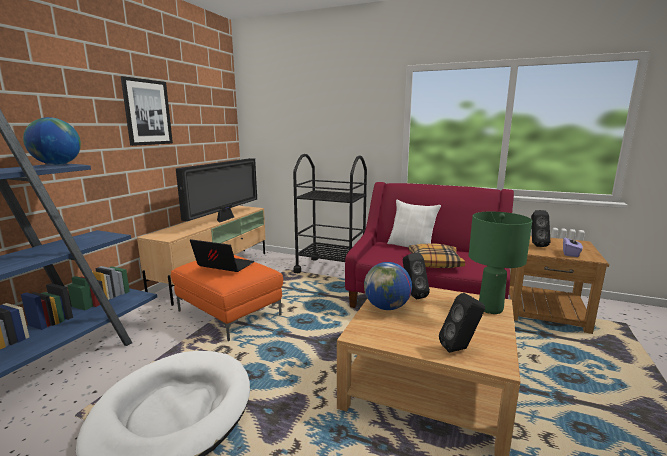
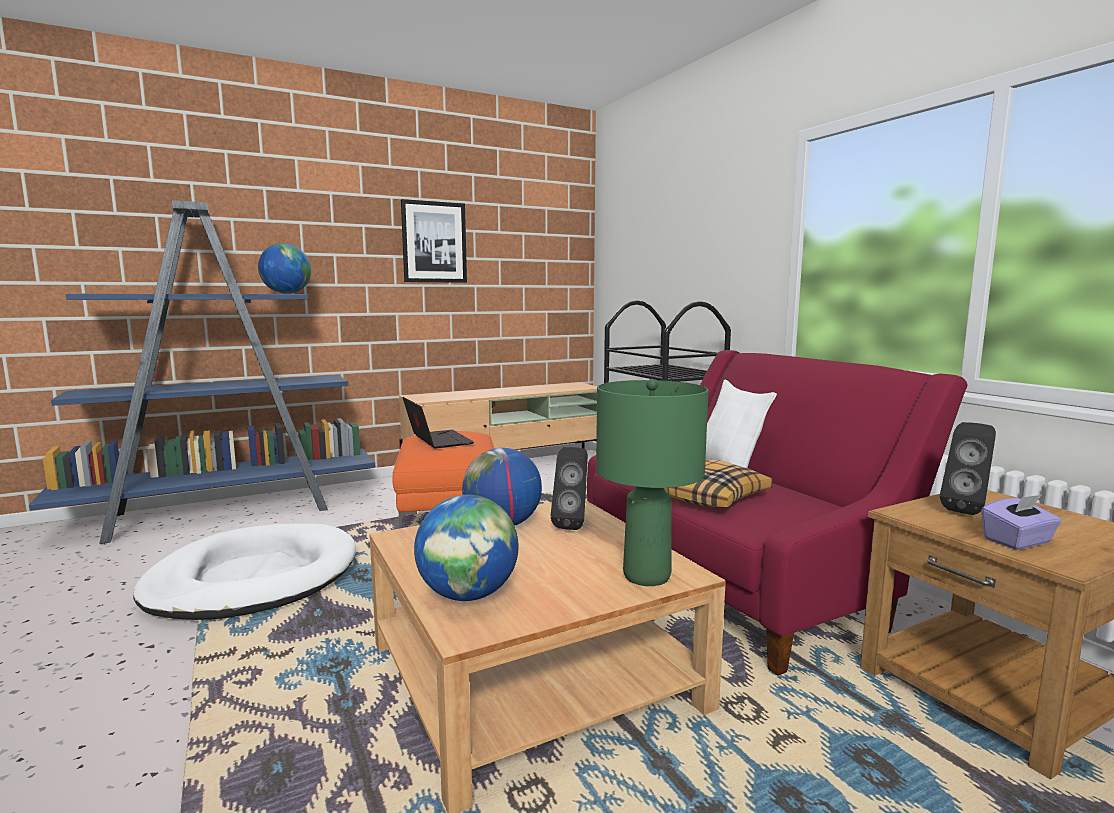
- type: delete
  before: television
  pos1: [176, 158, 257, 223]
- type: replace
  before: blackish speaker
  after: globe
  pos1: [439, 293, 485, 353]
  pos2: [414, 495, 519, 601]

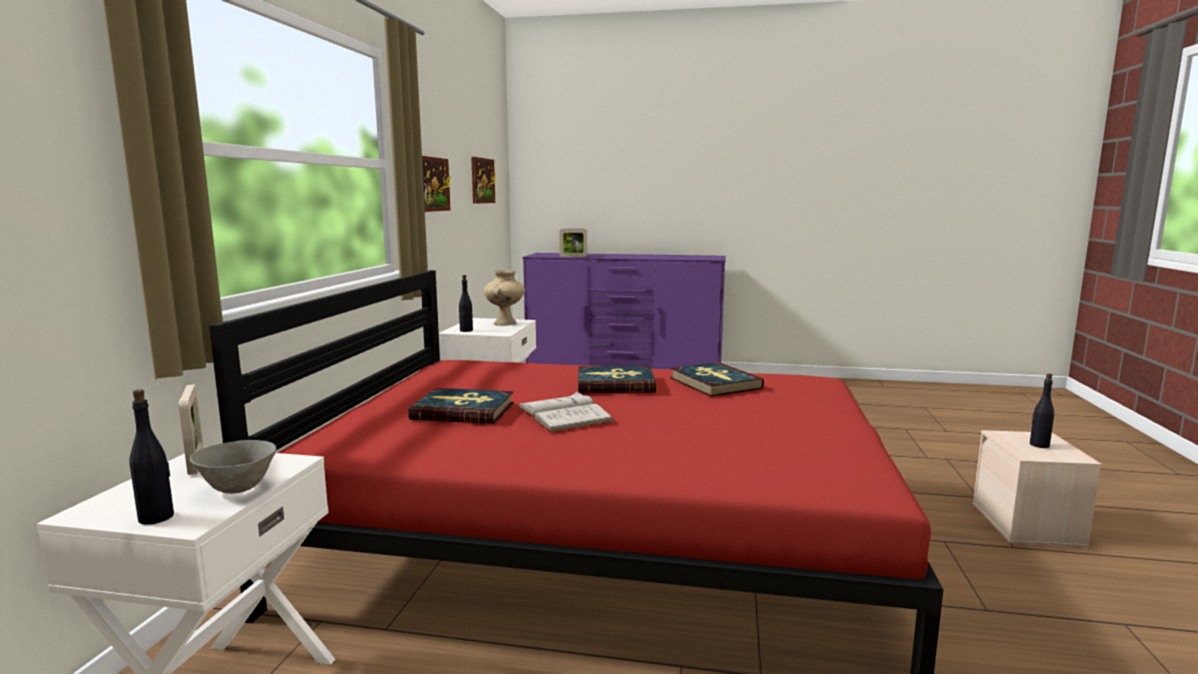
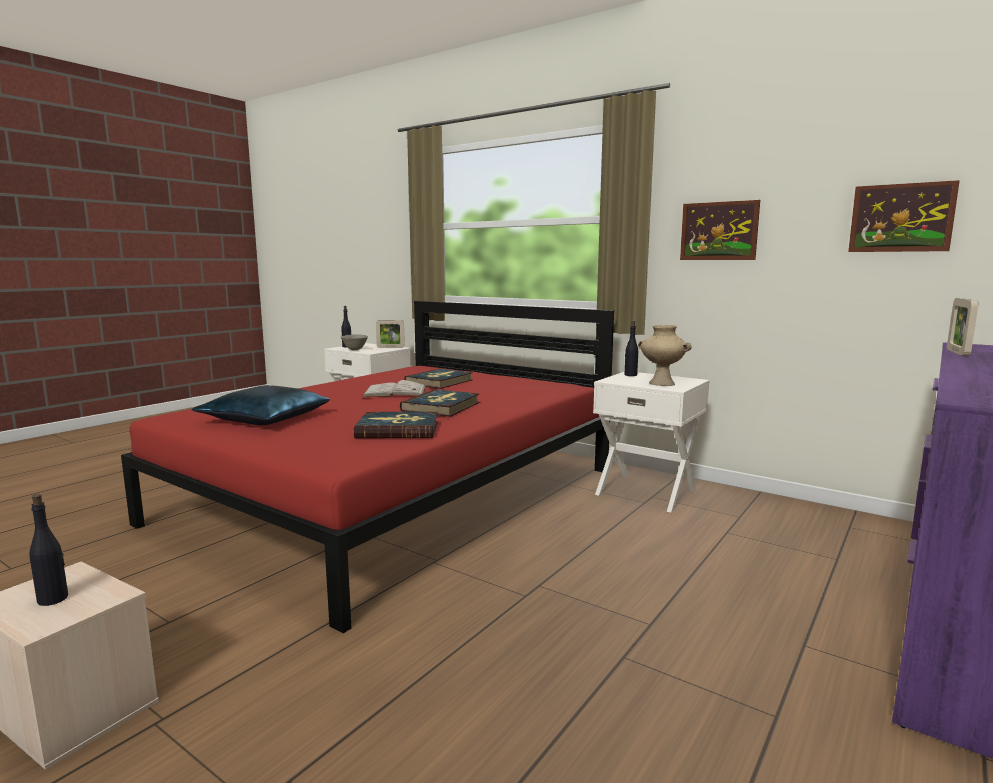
- type: insert
  after: blue pillow
  pos2: [191, 385, 330, 425]

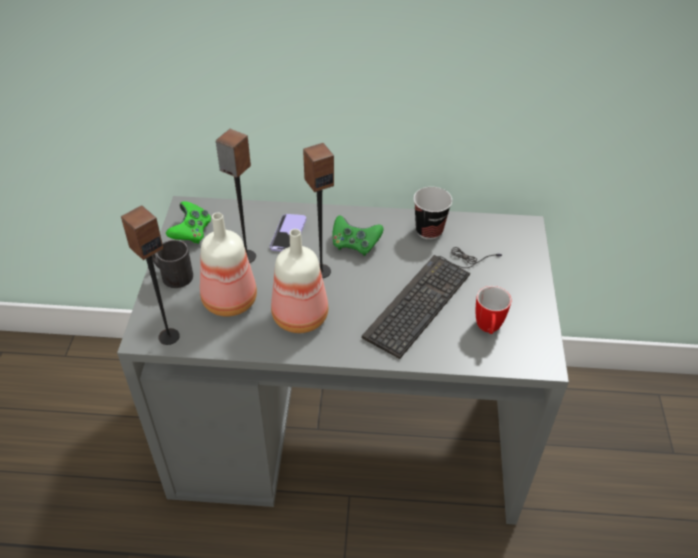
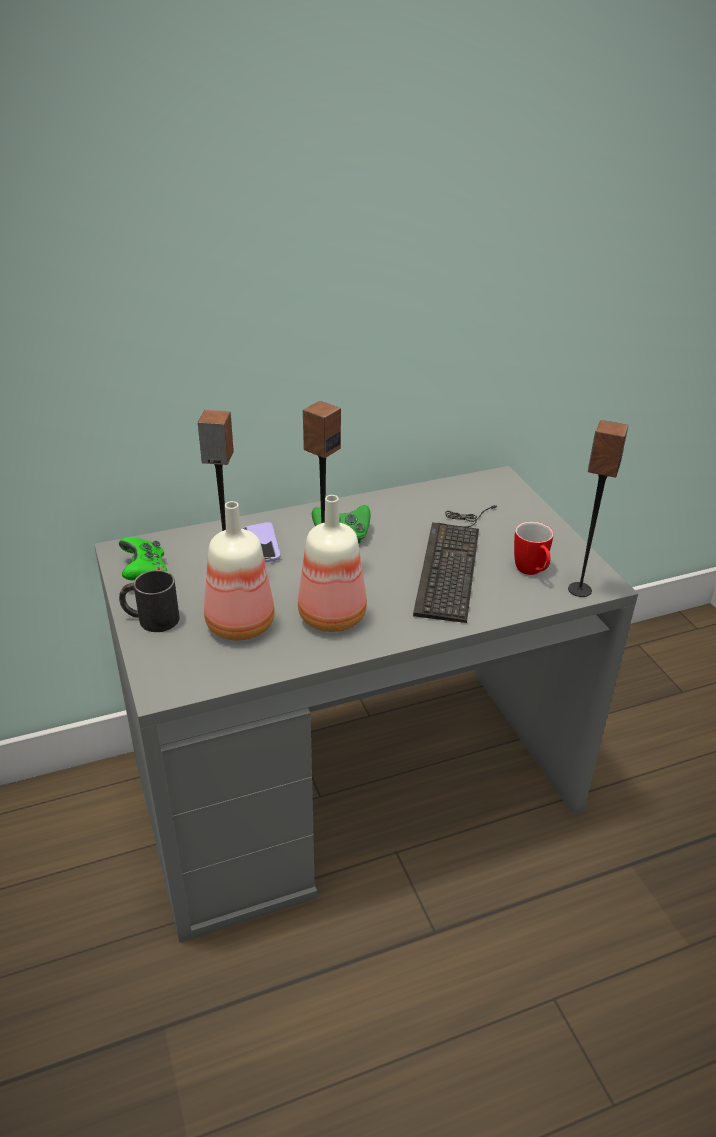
- type: delete
  before: cup
  pos1: [414, 187, 452, 240]
- type: move
  before: speaker
  pos1: [121, 205, 180, 345]
  pos2: [568, 420, 628, 597]

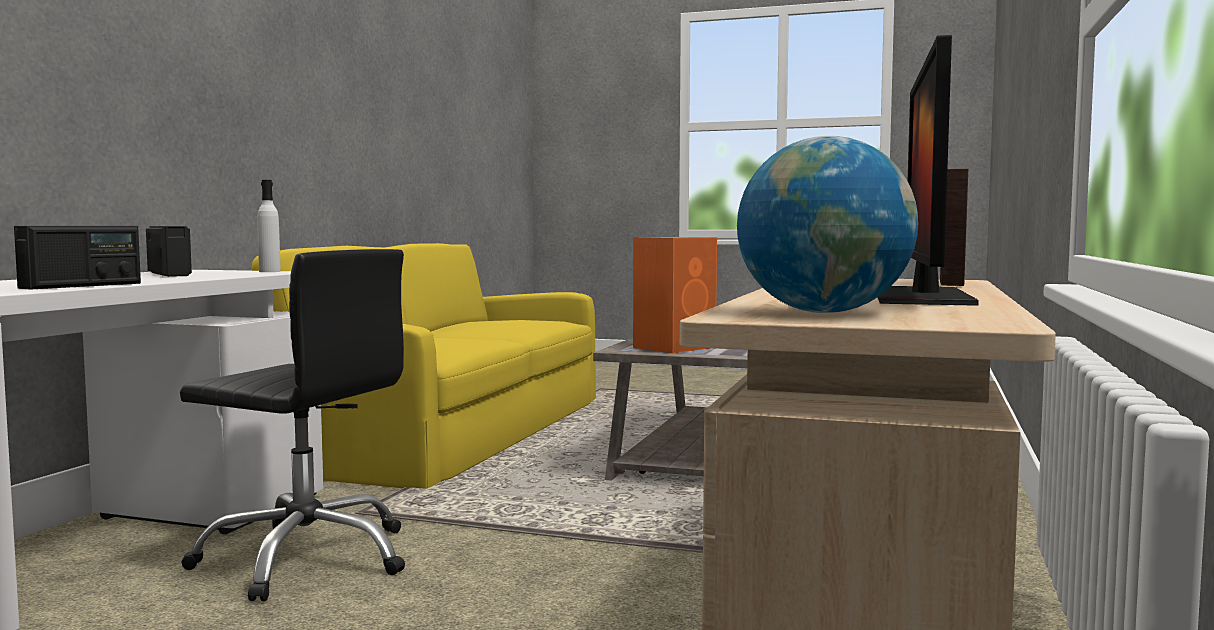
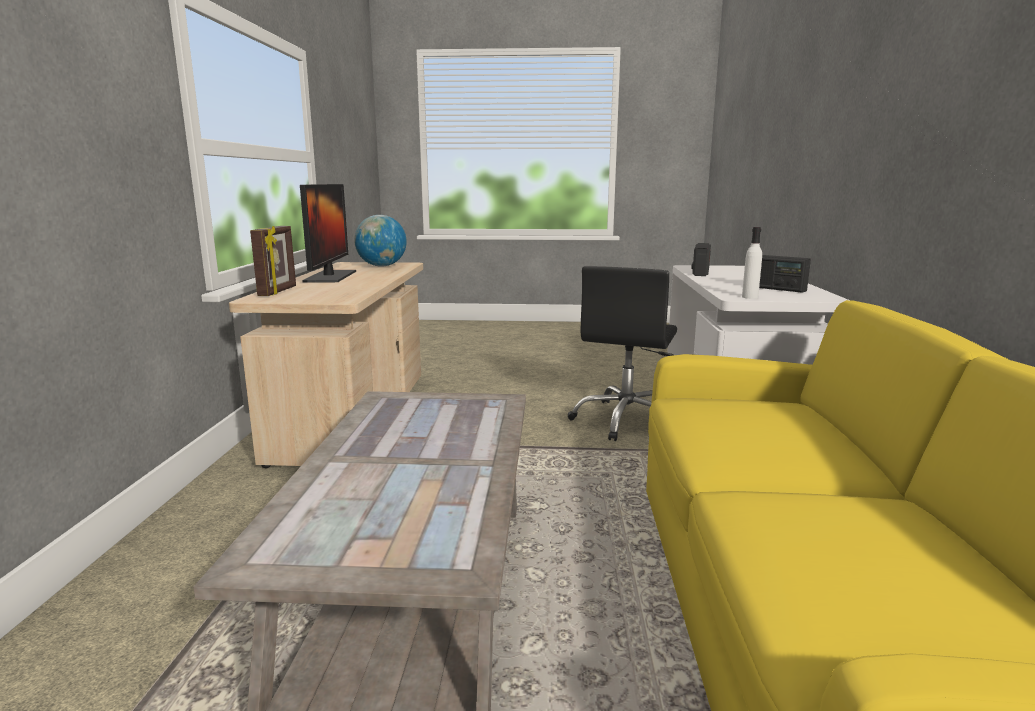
- type: delete
  before: orangey speaker
  pos1: [633, 237, 717, 353]
- type: rotate
  before: blackish desk chair
  pos1: [180, 249, 405, 602]
  pos2: [568, 266, 677, 441]
  turn: -75

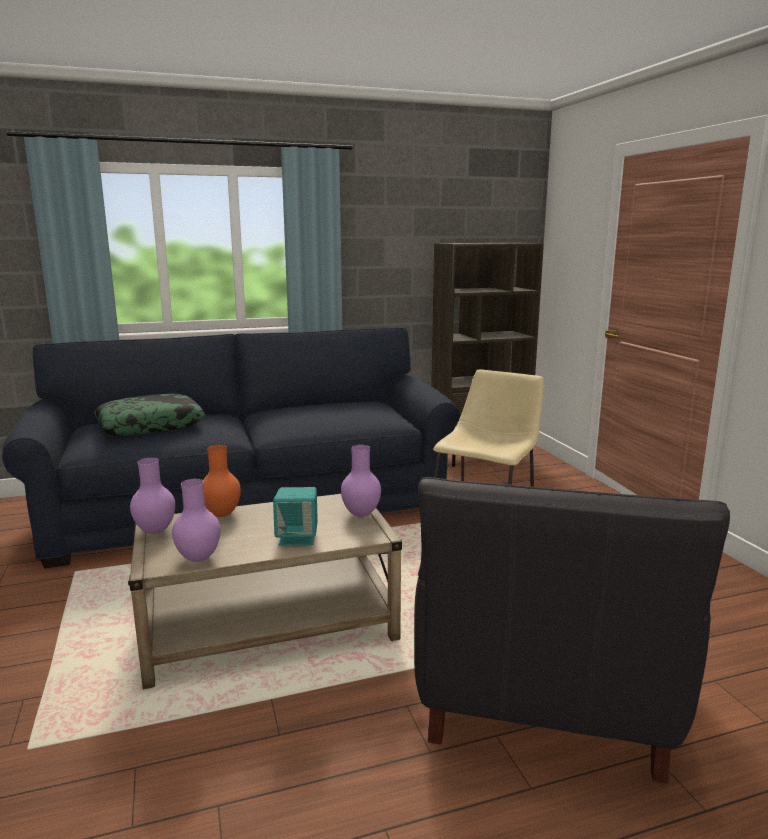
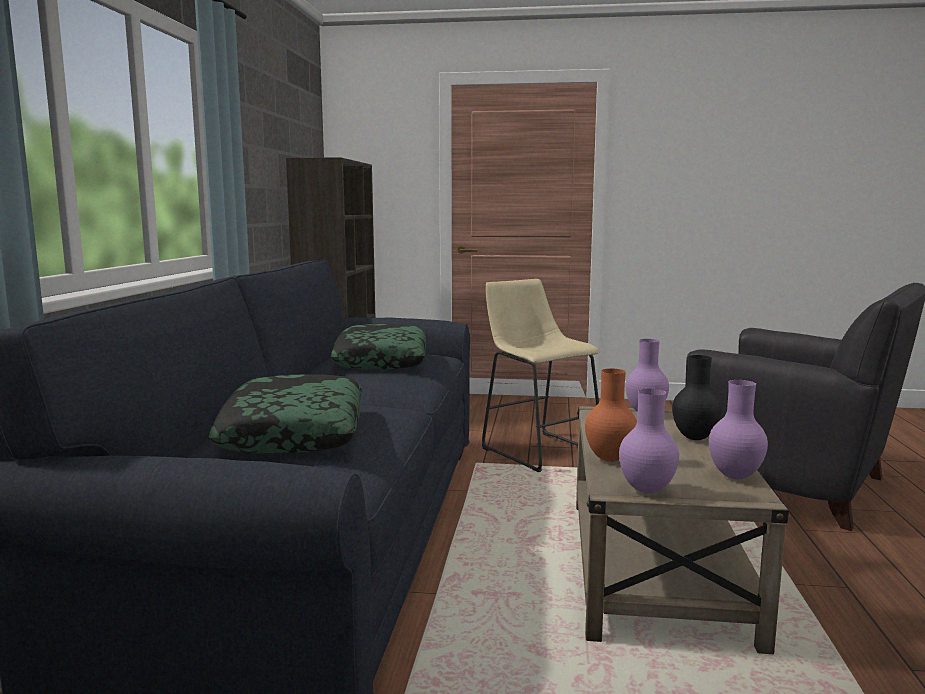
- type: insert
  after: pillow
  pos2: [331, 324, 426, 369]
- type: replace
  before: blue-green speaker
  after: blackish vase
  pos1: [273, 487, 318, 545]
  pos2: [672, 355, 722, 440]

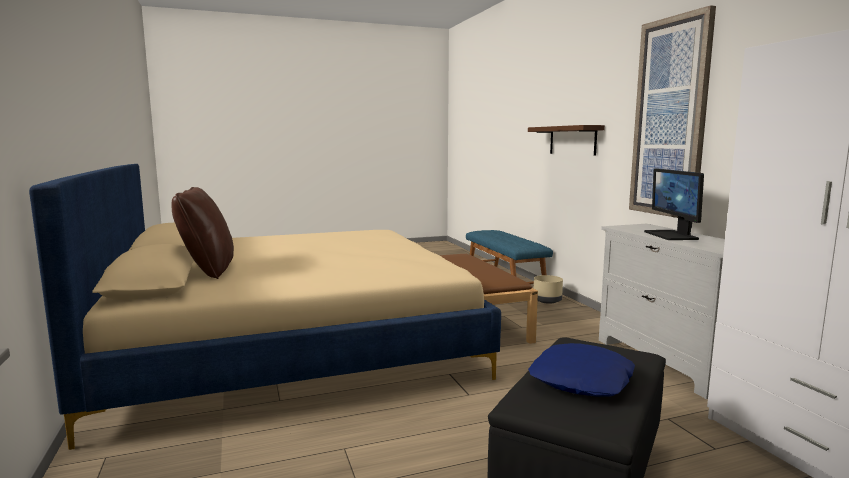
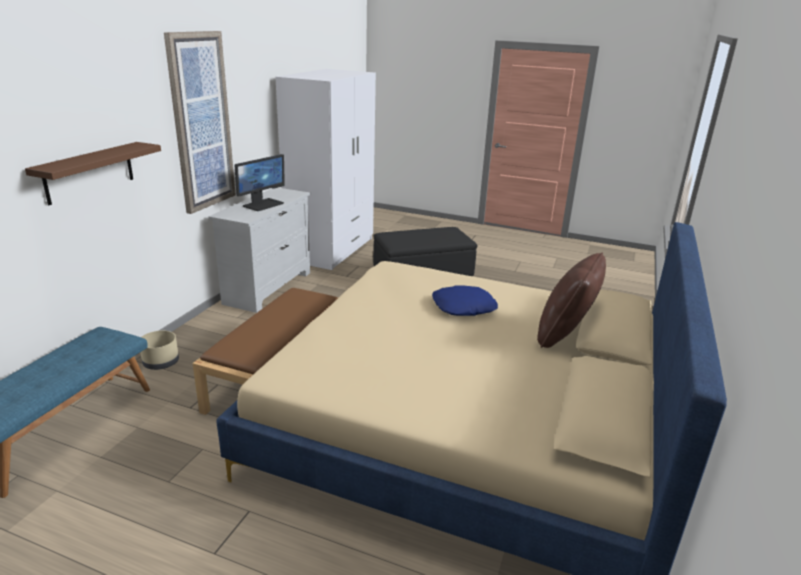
- type: move
  before: blue pillow
  pos1: [528, 343, 635, 397]
  pos2: [432, 285, 498, 316]

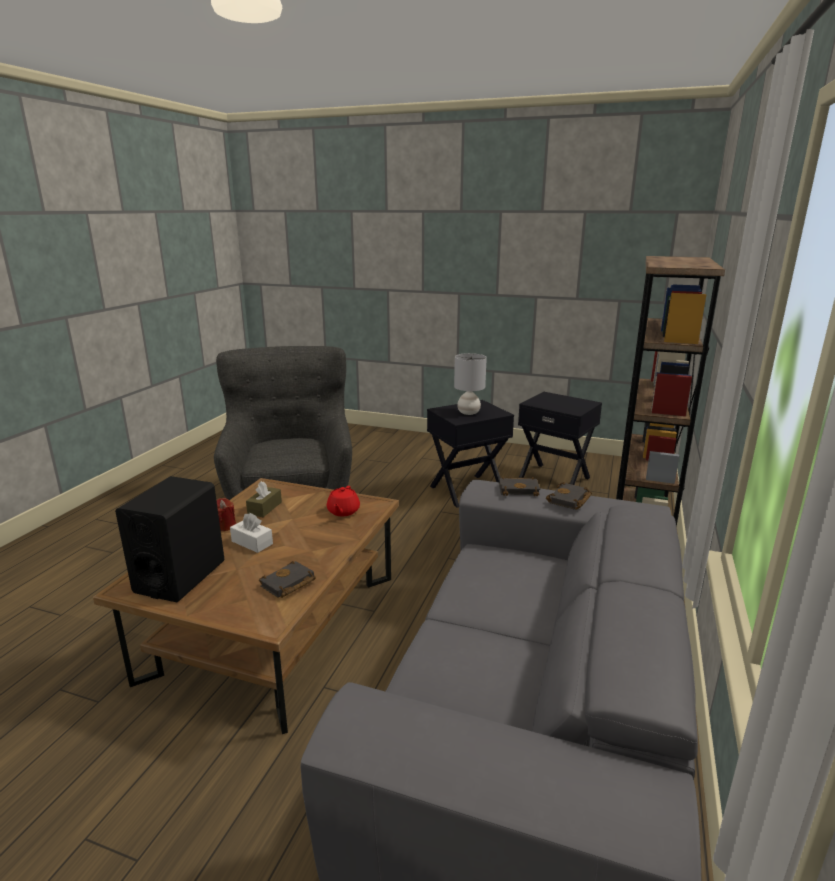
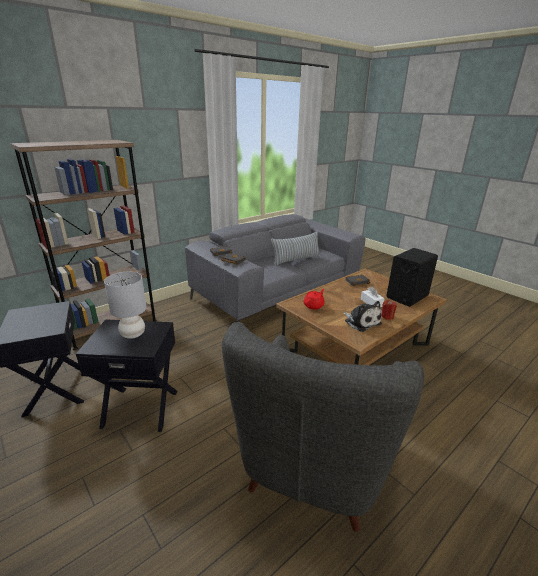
- type: insert
  after: pillow
  pos2: [271, 231, 321, 266]
- type: replace
  before: brownish box of tissues
  after: plush toy
  pos1: [246, 481, 282, 517]
  pos2: [343, 301, 382, 332]

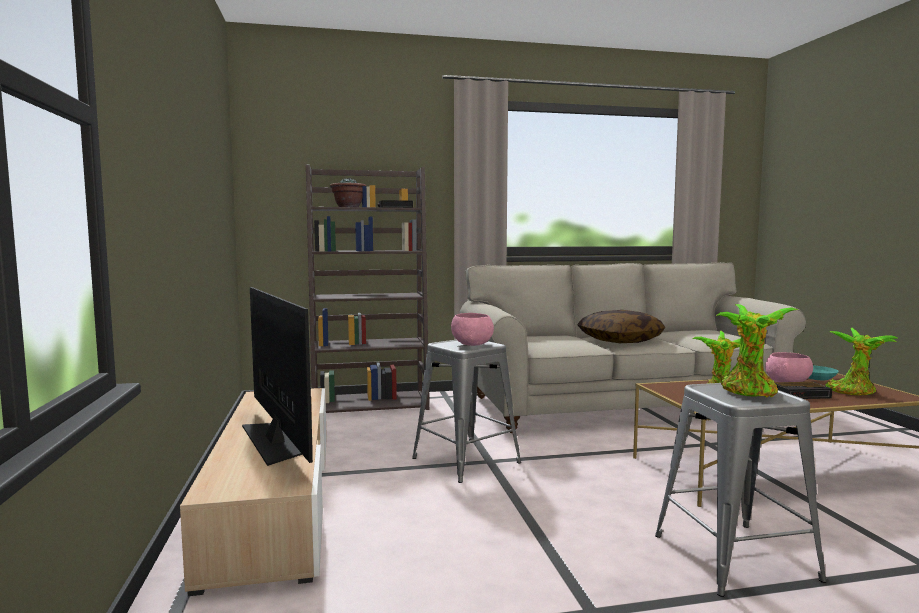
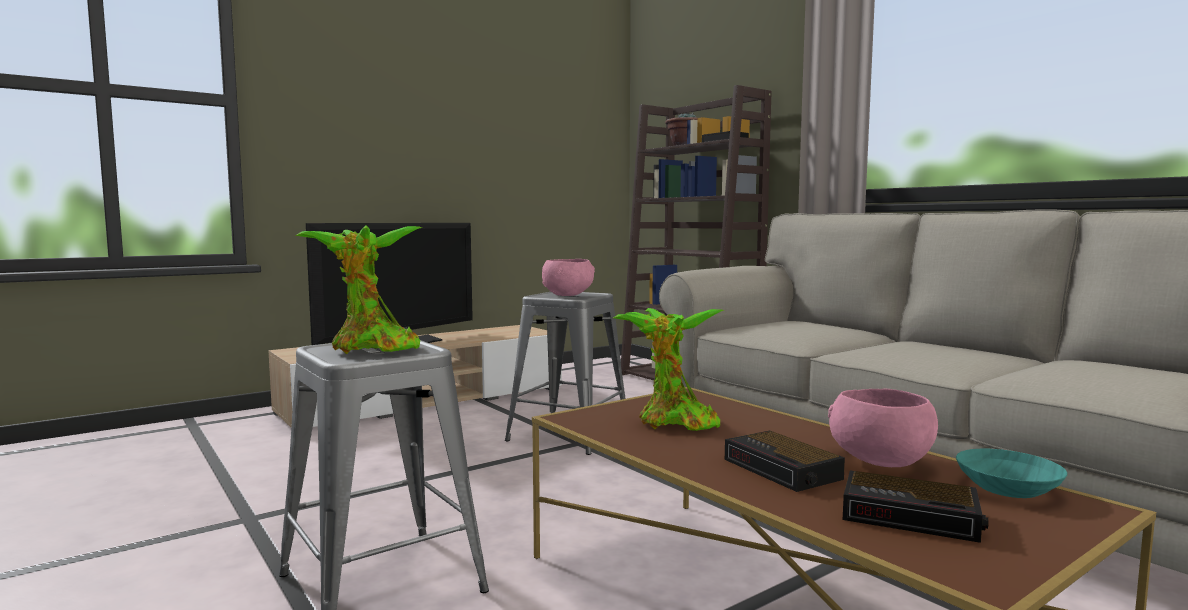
- type: delete
  before: pillow
  pos1: [577, 310, 665, 343]
- type: replace
  before: plant in a pot
  after: table clock
  pos1: [825, 328, 897, 395]
  pos2: [843, 471, 988, 543]

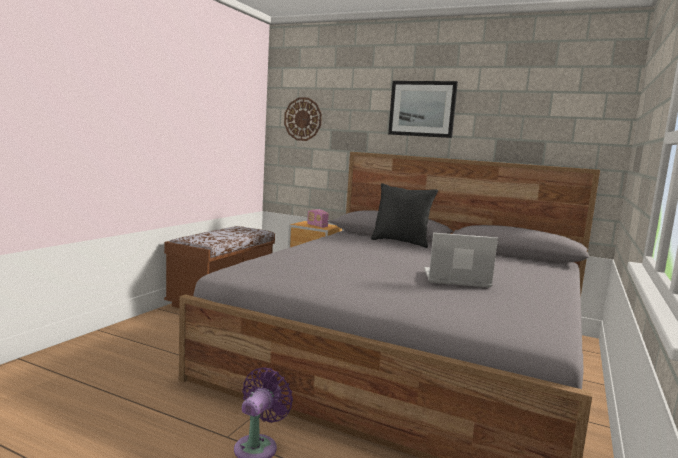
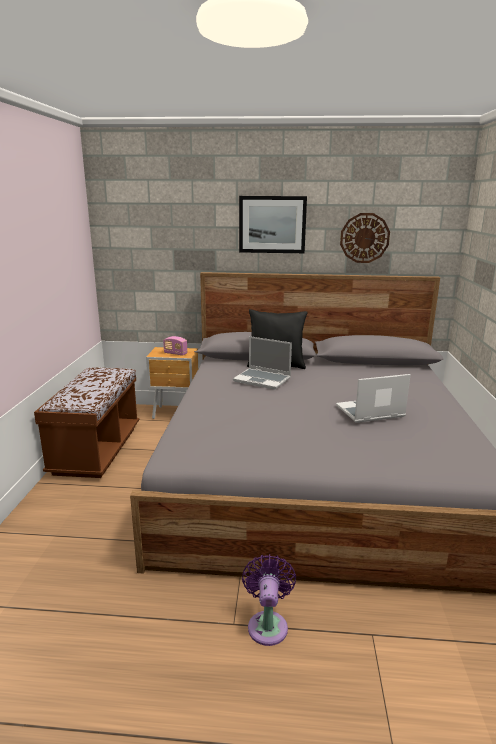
- type: insert
  after: notebook computer
  pos2: [233, 336, 292, 390]
- type: move
  before: clock on the wall
  pos1: [284, 97, 322, 141]
  pos2: [340, 213, 390, 263]

